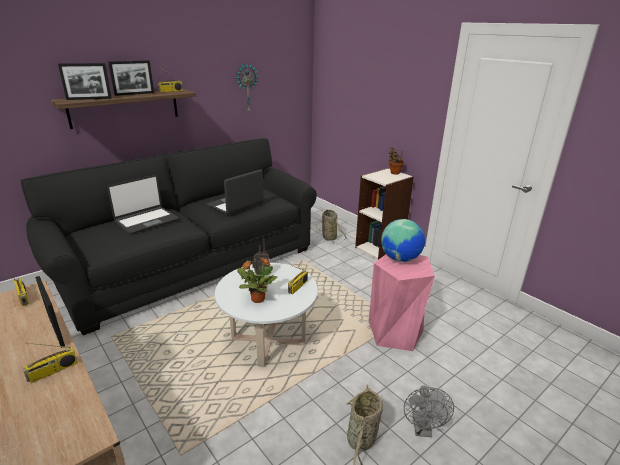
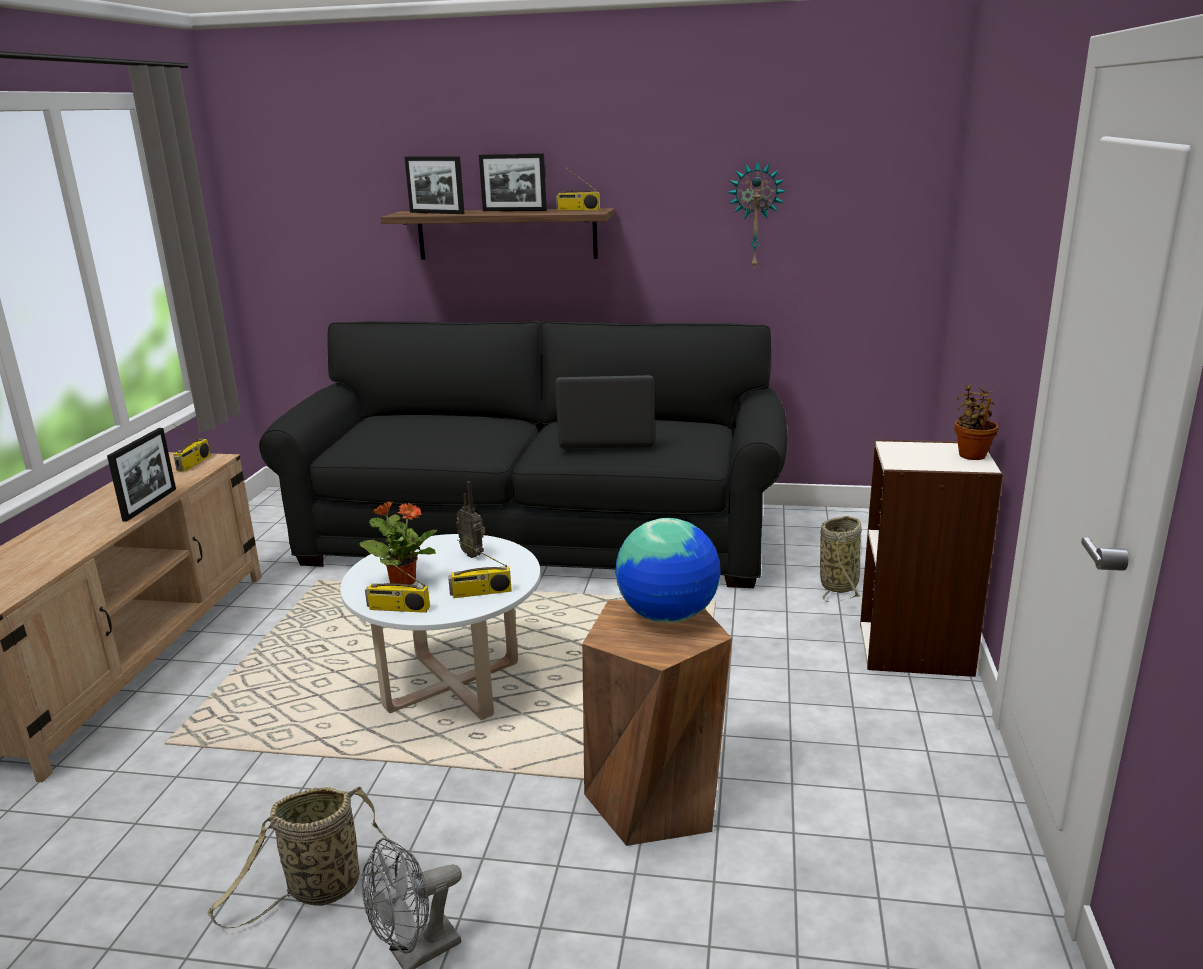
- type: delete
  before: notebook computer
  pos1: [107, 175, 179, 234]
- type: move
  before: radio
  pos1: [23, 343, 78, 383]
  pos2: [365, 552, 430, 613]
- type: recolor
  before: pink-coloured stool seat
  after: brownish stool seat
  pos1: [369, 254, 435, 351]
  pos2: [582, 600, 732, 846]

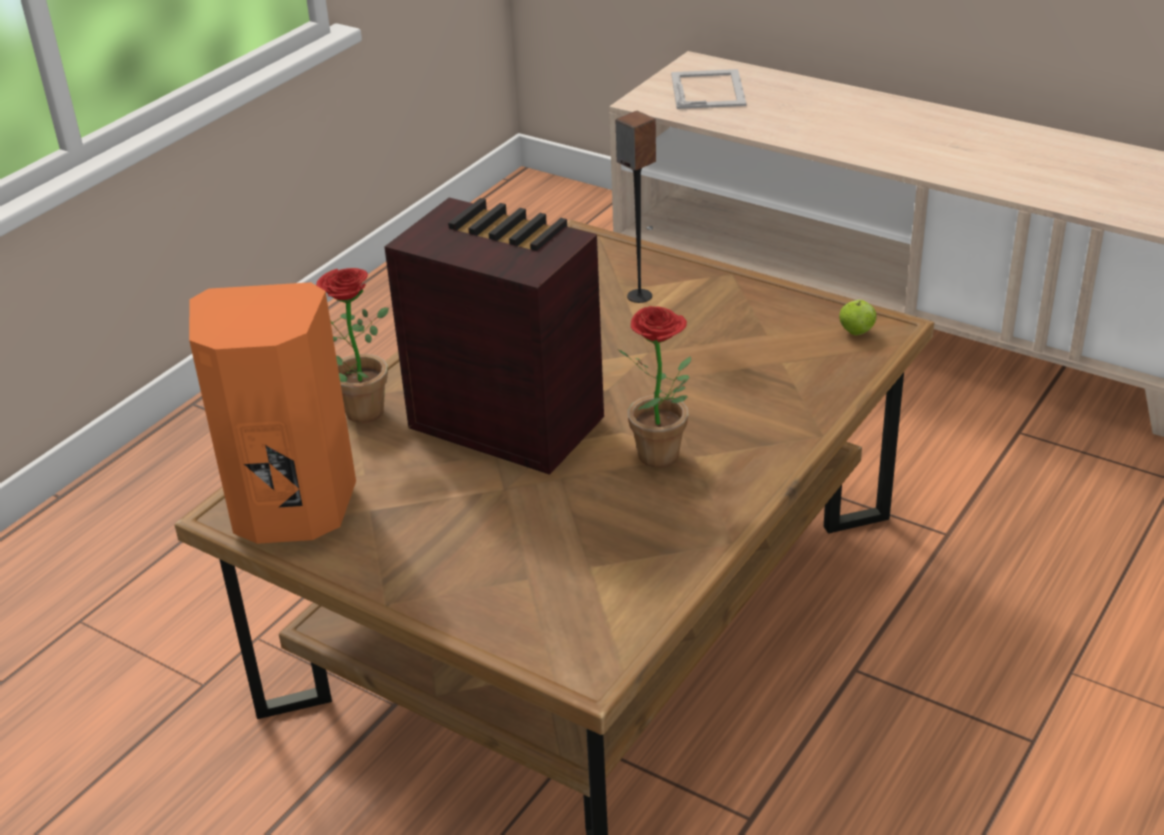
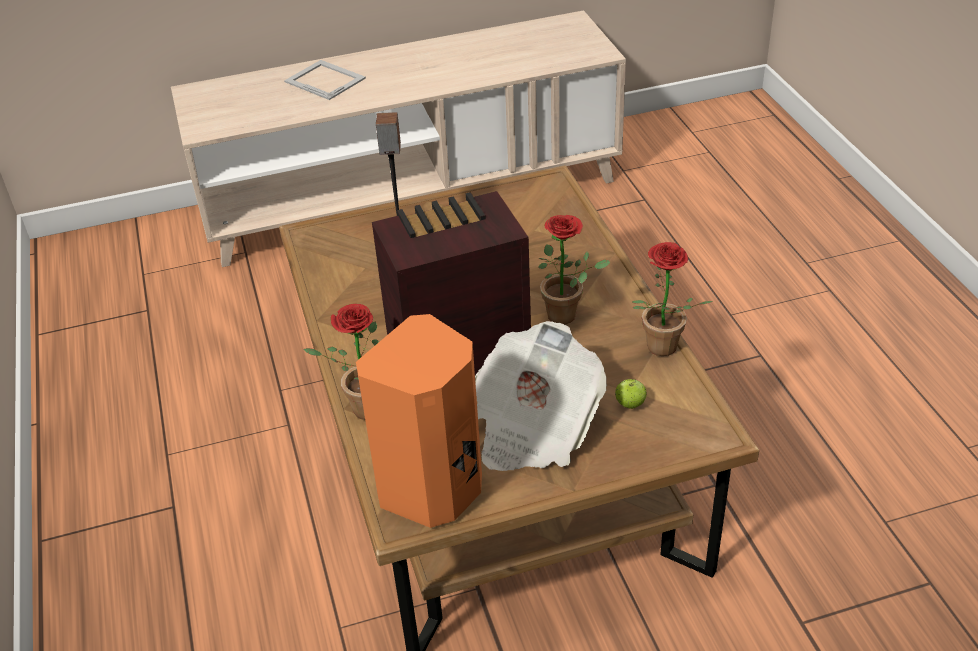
- type: insert
  after: daily paper
  pos2: [475, 321, 607, 471]
- type: insert
  after: plant in a pot
  pos2: [632, 242, 713, 356]
- type: move
  before: picture frame
  pos1: [671, 69, 746, 109]
  pos2: [284, 60, 366, 100]
- type: move
  before: whole apple
  pos1: [839, 300, 876, 336]
  pos2: [615, 379, 647, 409]

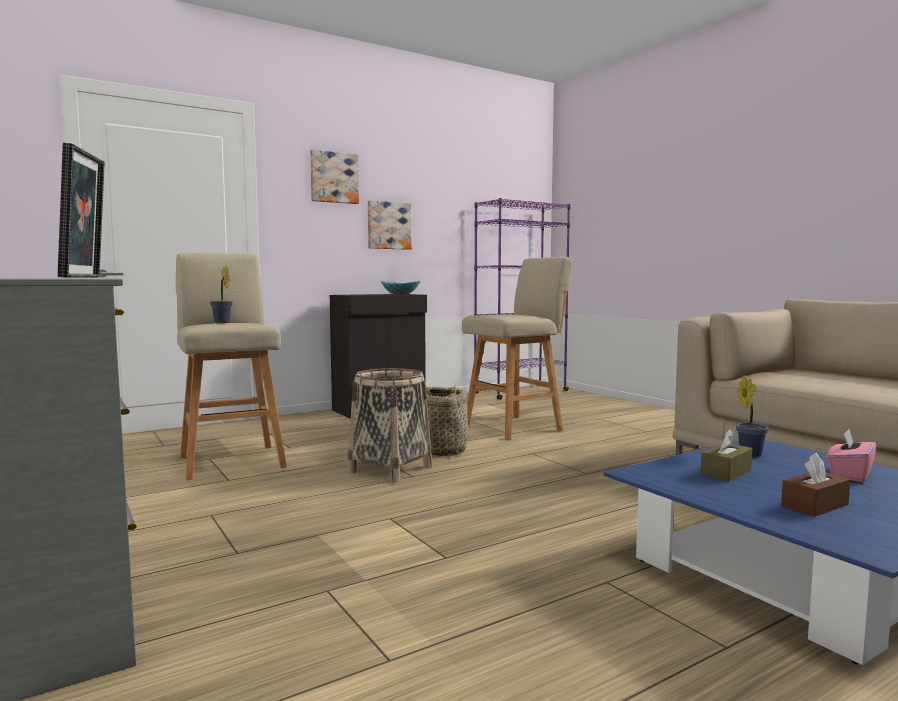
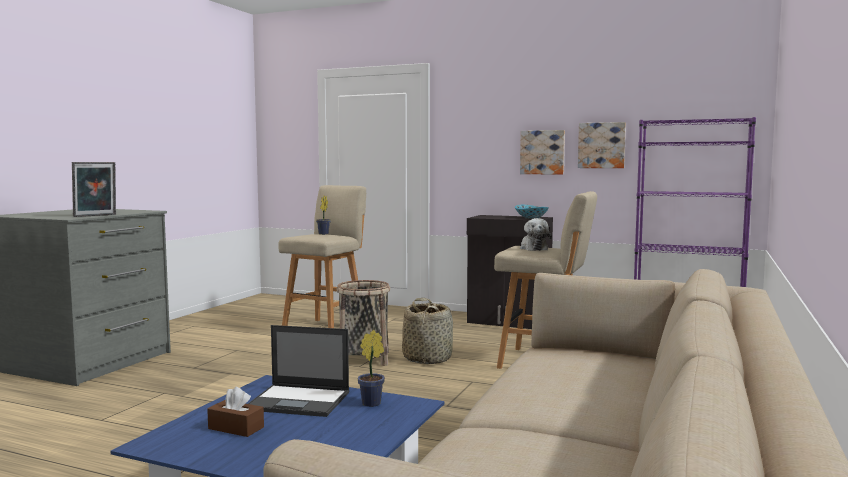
- type: delete
  before: pink-coloured box of tissues
  pos1: [827, 429, 876, 482]
- type: insert
  after: plush toy
  pos2: [520, 218, 552, 251]
- type: move
  before: wall picture
  pos1: [310, 149, 359, 204]
  pos2: [578, 122, 626, 168]
- type: replace
  before: brownish box of tissues
  after: notebook computer
  pos1: [700, 428, 752, 482]
  pos2: [248, 325, 349, 417]

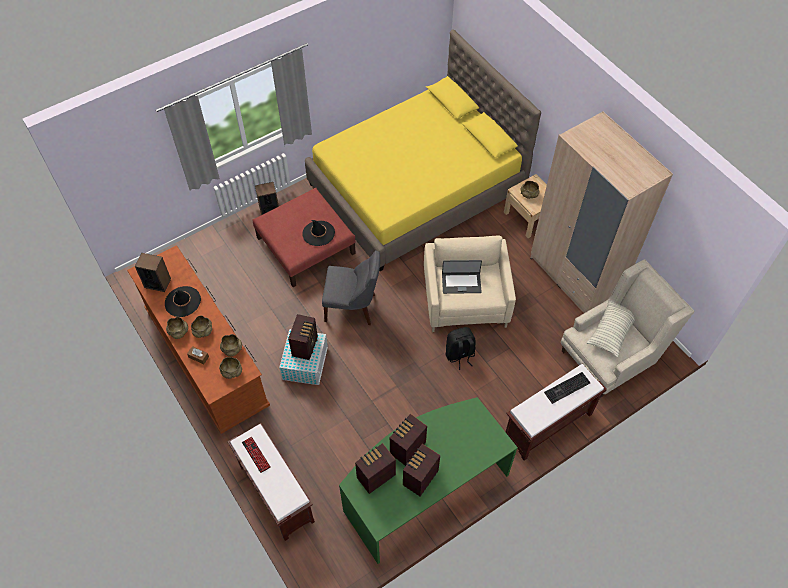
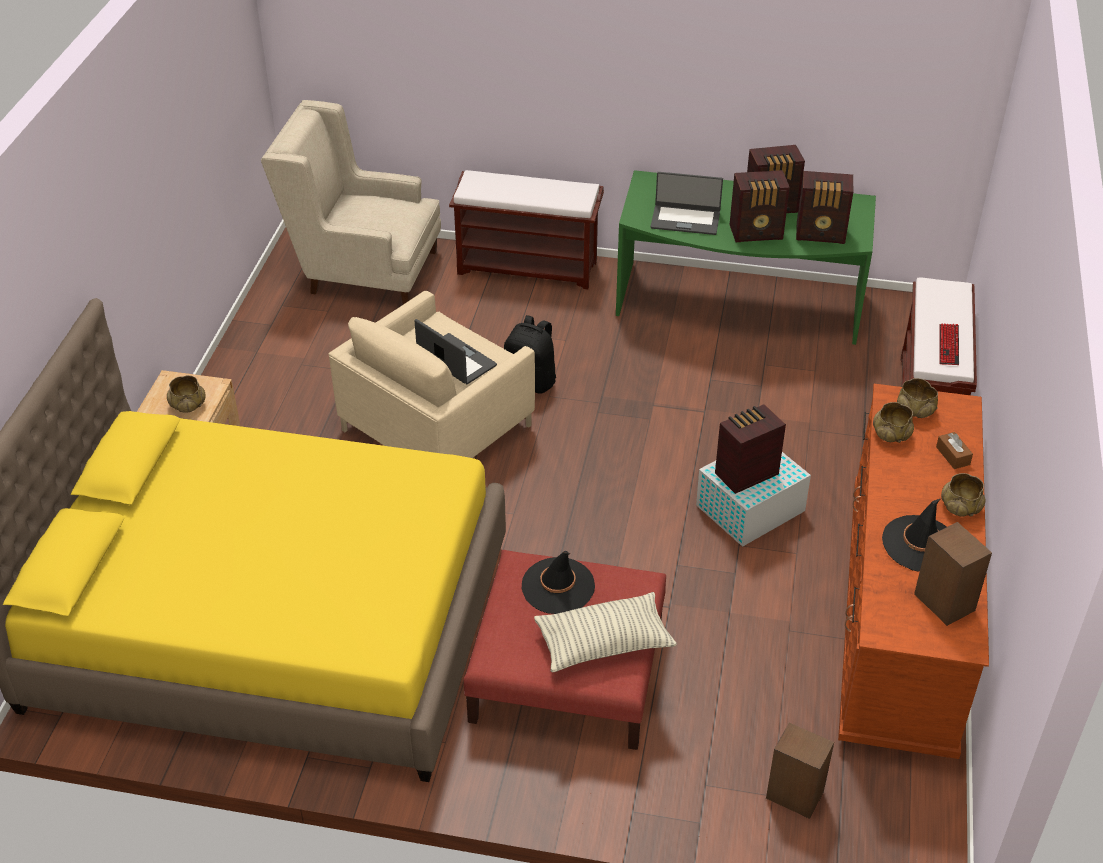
- type: delete
  before: beige-coloured serving bowl
  pos1: [191, 315, 212, 338]
- type: delete
  before: grey upright chair
  pos1: [322, 251, 380, 325]
- type: delete
  before: beige-coloured armoire
  pos1: [530, 111, 673, 313]
- type: delete
  before: PC keyboard
  pos1: [544, 372, 590, 404]
- type: insert
  after: notebook computer
  pos2: [650, 172, 723, 235]
- type: move
  before: speaker
  pos1: [255, 182, 279, 215]
  pos2: [766, 723, 834, 819]
- type: move
  before: pillow
  pos1: [587, 299, 635, 357]
  pos2: [534, 592, 677, 673]

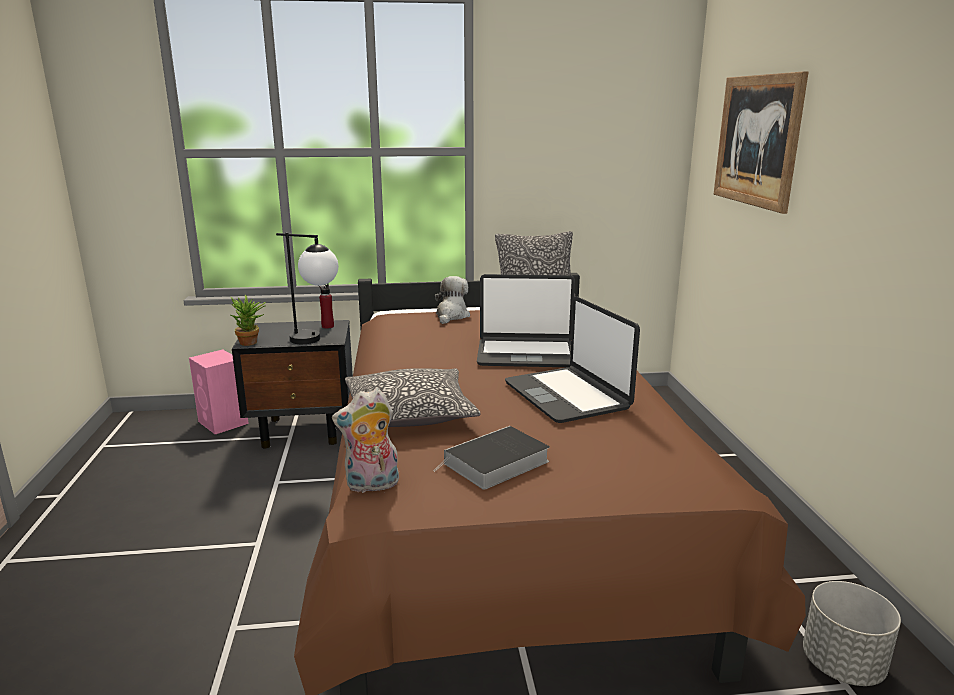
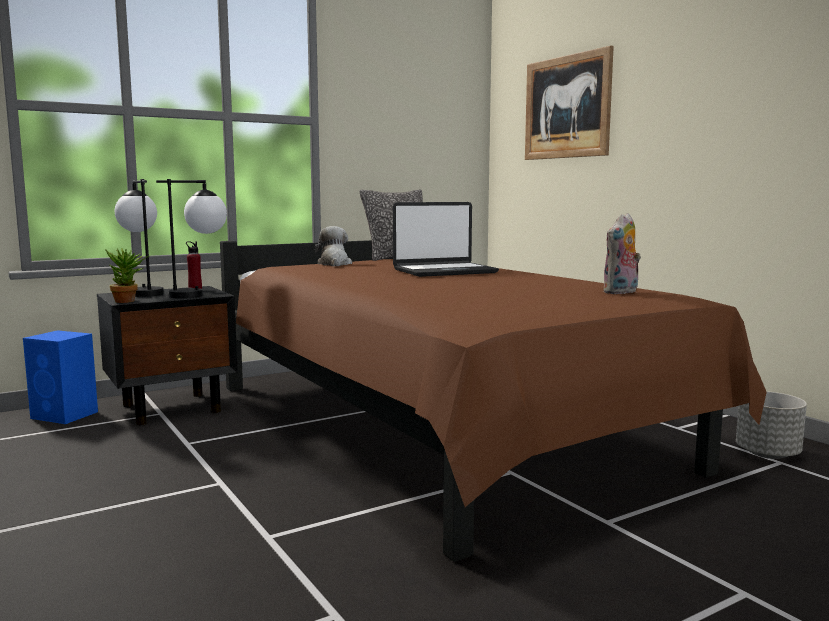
- type: delete
  before: pillow
  pos1: [345, 368, 481, 427]
- type: delete
  before: volume
  pos1: [433, 426, 550, 490]
- type: delete
  before: notebook computer
  pos1: [505, 296, 640, 423]
- type: insert
  after: tabletop lamp
  pos2: [115, 179, 164, 297]
- type: move
  before: plush toy
  pos1: [332, 388, 399, 493]
  pos2: [603, 213, 641, 294]
- type: recolor
  before: pink-coloured speaker
  after: blue speaker
  pos1: [189, 350, 249, 434]
  pos2: [23, 330, 98, 424]

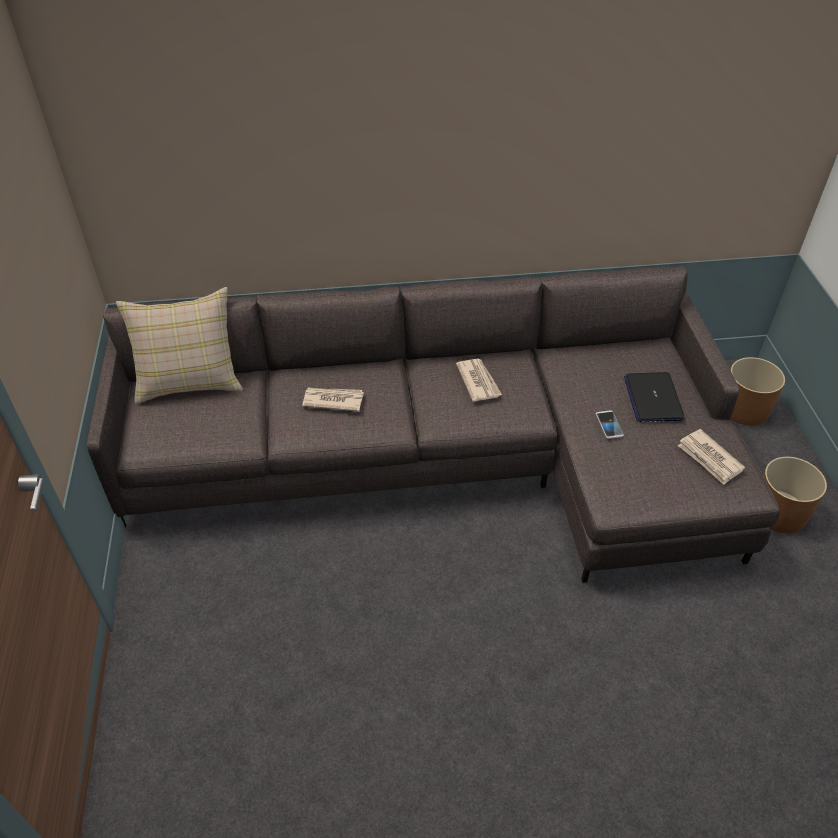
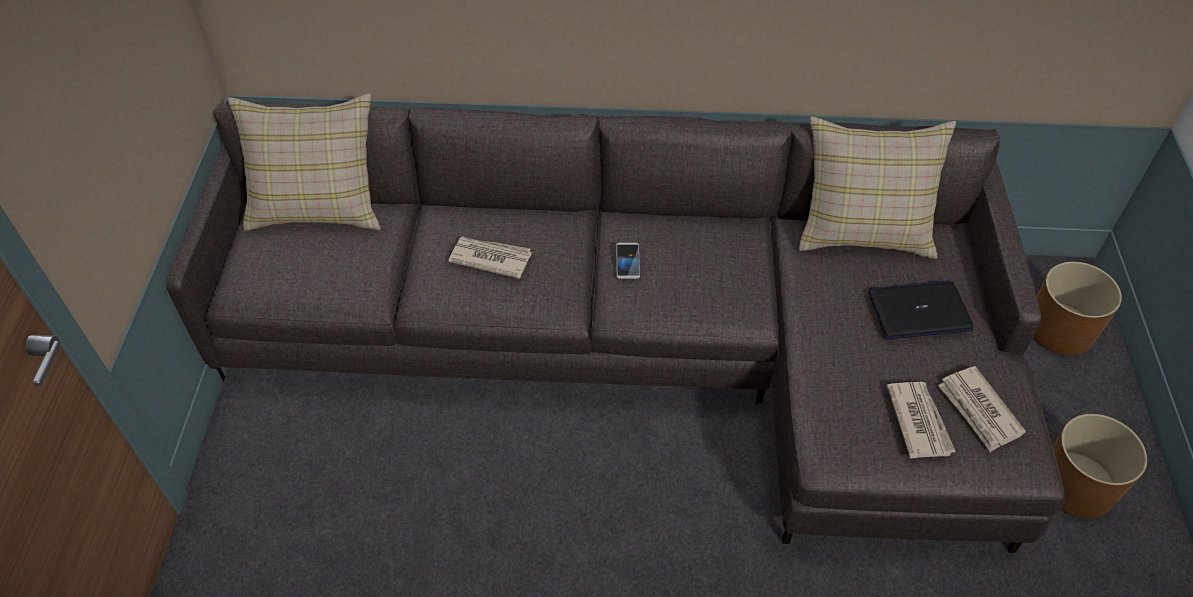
- type: insert
  after: beige-coloured pillow
  pos2: [799, 117, 956, 259]
- type: move
  before: daily paper
  pos1: [456, 359, 502, 402]
  pos2: [887, 382, 955, 459]
- type: move
  before: telephone
  pos1: [596, 411, 624, 439]
  pos2: [616, 243, 640, 279]
- type: rotate
  before: notebook computer
  pos1: [624, 372, 685, 422]
  pos2: [868, 280, 974, 340]
  turn: 75

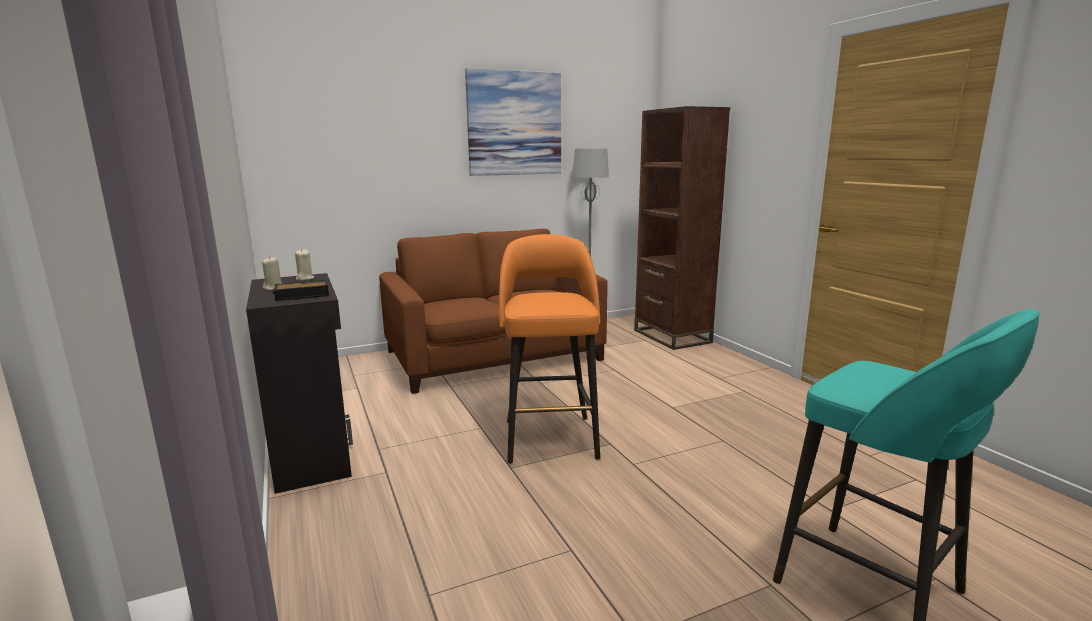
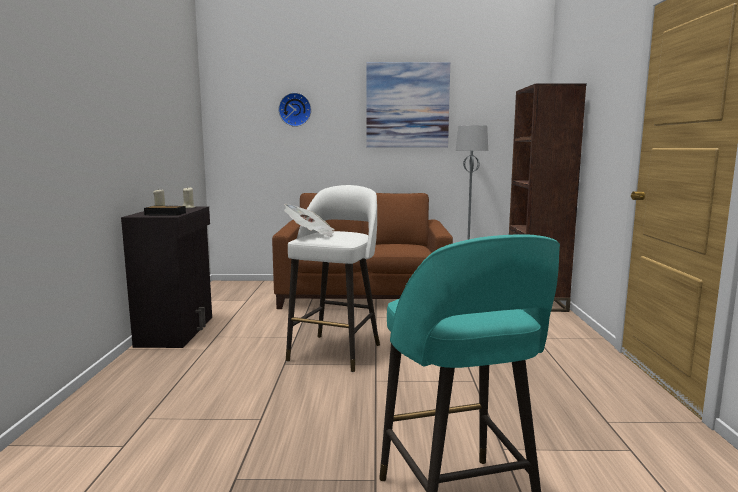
- type: insert
  after: clock on the wall
  pos2: [279, 93, 311, 127]
- type: insert
  after: daily paper
  pos2: [284, 204, 335, 237]
- type: recolor
  before: orangey stool seat
  after: white stool seat
  pos1: [499, 234, 600, 464]
  pos2: [286, 185, 380, 372]

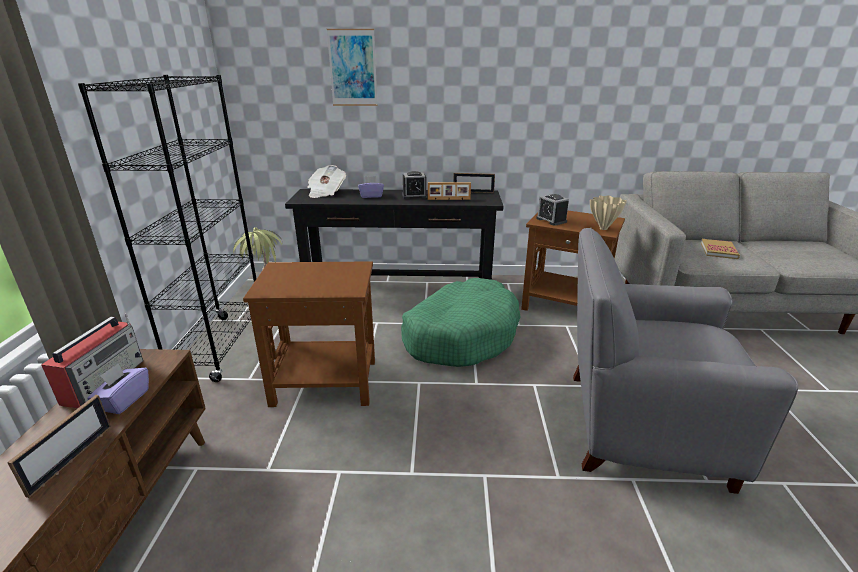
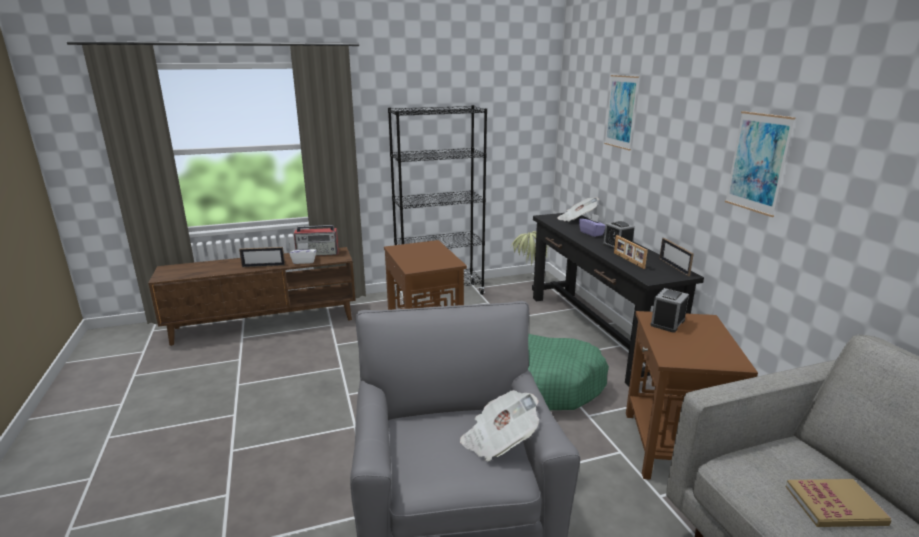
- type: delete
  before: beige-coloured vase
  pos1: [590, 195, 627, 230]
- type: insert
  after: daily paper
  pos2: [460, 390, 539, 461]
- type: insert
  after: wall picture
  pos2: [725, 111, 796, 217]
- type: recolor
  before: purple-coloured box of tissues
  after: white box of tissues
  pos1: [87, 363, 149, 414]
  pos2: [289, 243, 317, 264]

